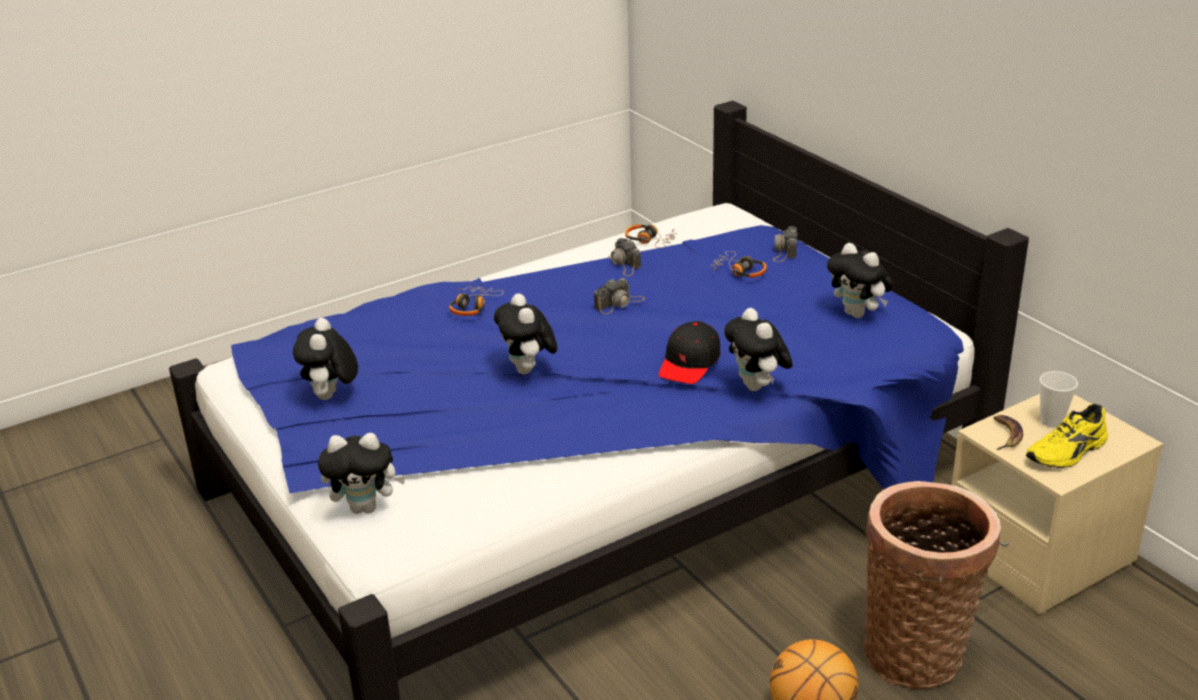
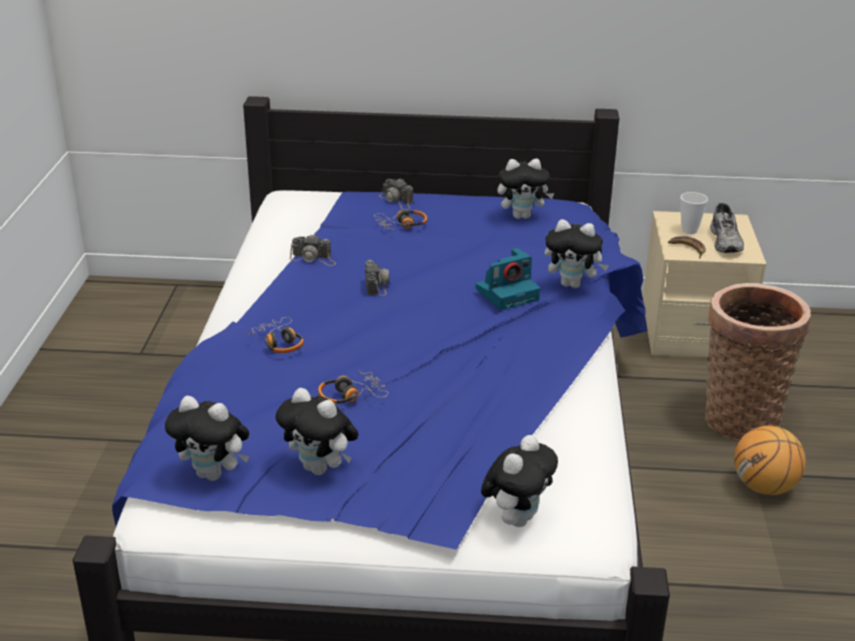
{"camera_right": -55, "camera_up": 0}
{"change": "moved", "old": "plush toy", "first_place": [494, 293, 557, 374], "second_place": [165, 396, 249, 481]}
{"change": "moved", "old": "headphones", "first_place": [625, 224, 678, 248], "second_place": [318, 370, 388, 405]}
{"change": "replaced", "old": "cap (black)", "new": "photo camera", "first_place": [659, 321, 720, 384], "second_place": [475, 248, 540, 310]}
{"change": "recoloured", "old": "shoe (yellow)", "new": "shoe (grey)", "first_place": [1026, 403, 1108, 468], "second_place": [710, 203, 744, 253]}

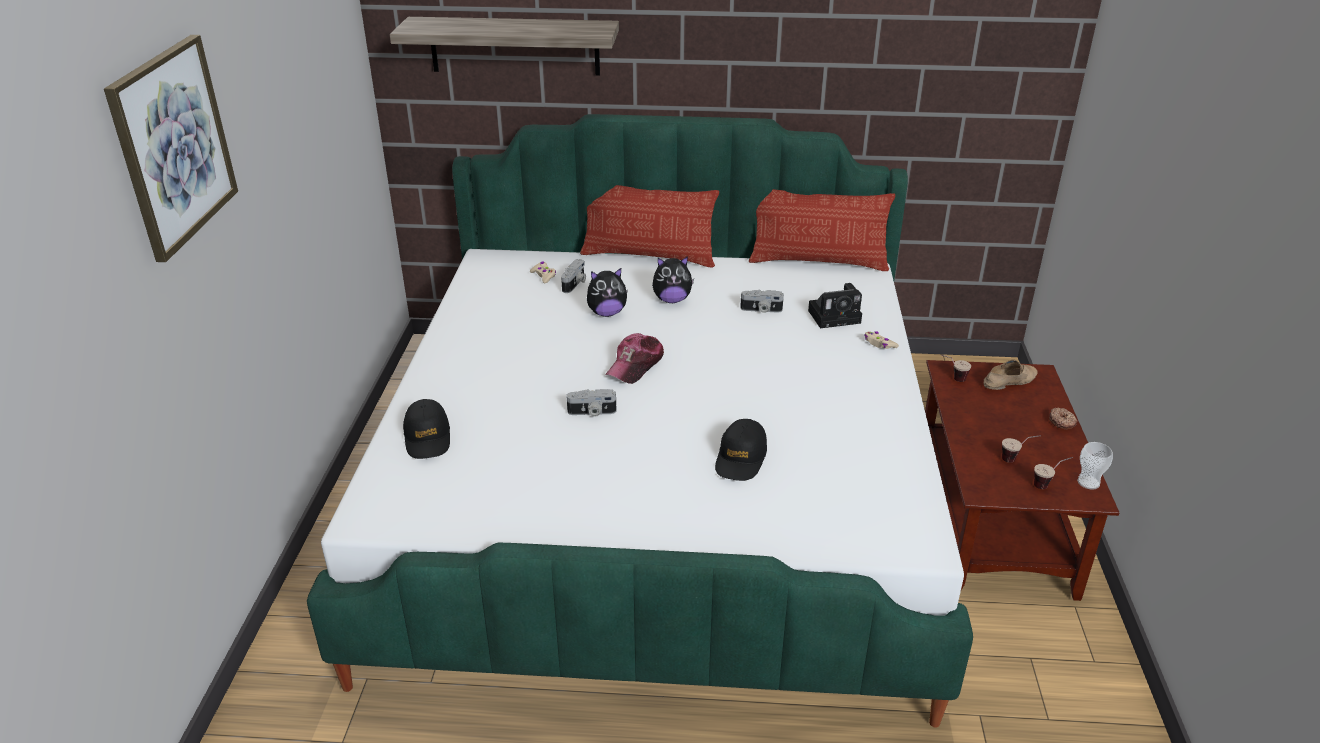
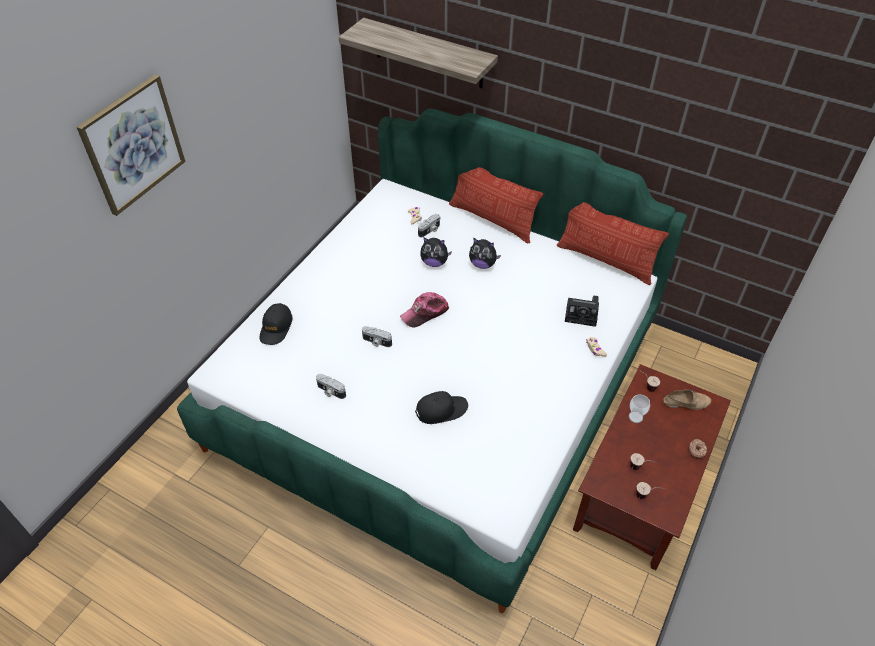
{"camera_right": 25, "camera_up": 15}
{"change": "turned", "old": "cap (black)", "first_place": [715, 419, 767, 481], "second_place": [415, 391, 468, 424], "degrees": -150}
{"change": "moved", "old": "photo camera", "first_place": [740, 290, 784, 313], "second_place": [316, 374, 346, 399]}
{"change": "moved", "old": "cup", "first_place": [1077, 442, 1113, 489], "second_place": [629, 394, 650, 423]}

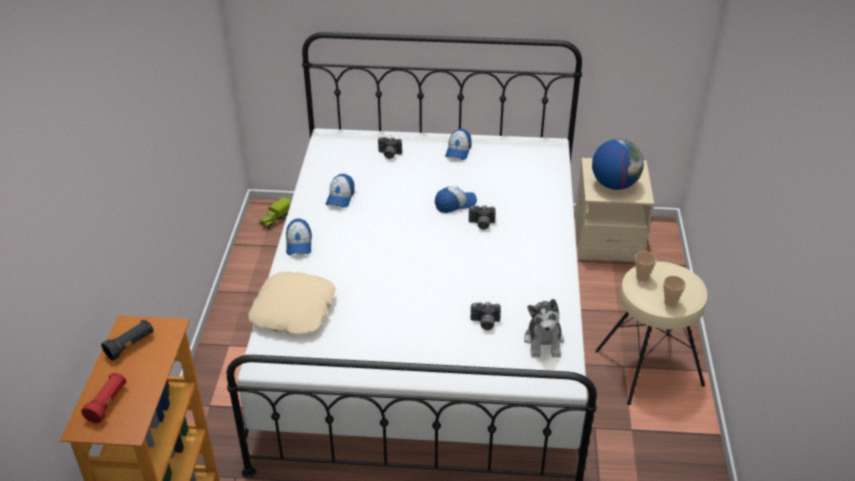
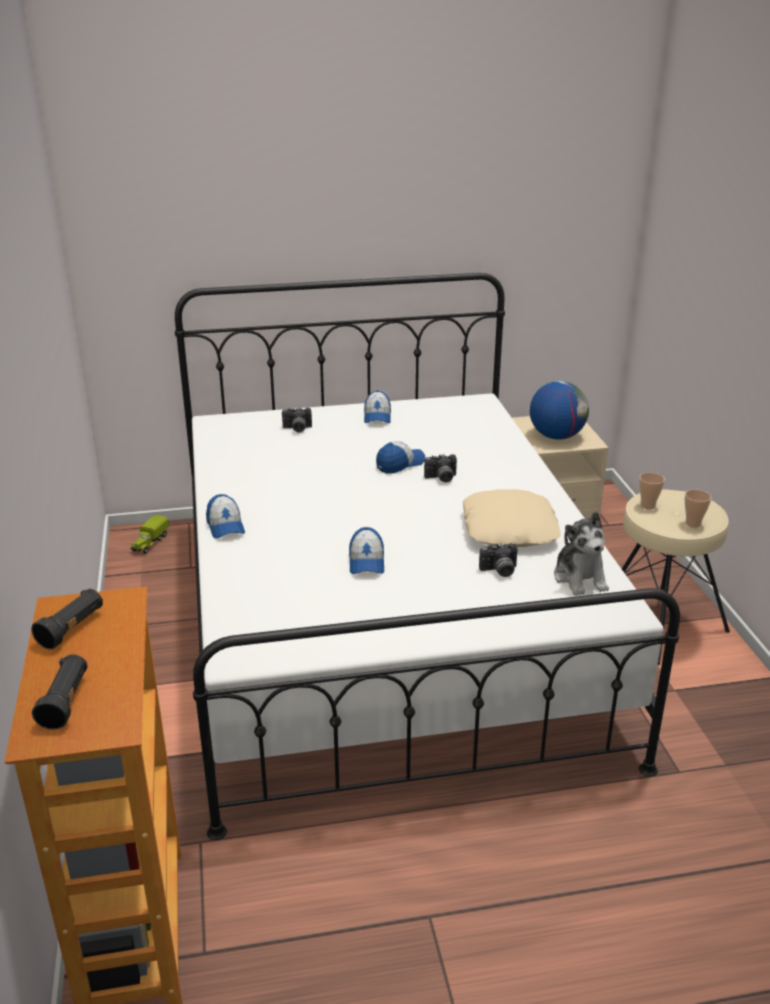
{"camera_right": -15, "camera_up": -10}
{"change": "recoloured", "old": "flashlight (red)", "new": "flashlight (black)", "first_place": [81, 373, 126, 424], "second_place": [32, 654, 87, 730]}
{"change": "moved", "old": "pillow (beige)", "first_place": [248, 272, 336, 334], "second_place": [463, 489, 561, 547]}
{"change": "moved", "old": "cap", "first_place": [326, 174, 355, 208], "second_place": [349, 527, 384, 574]}

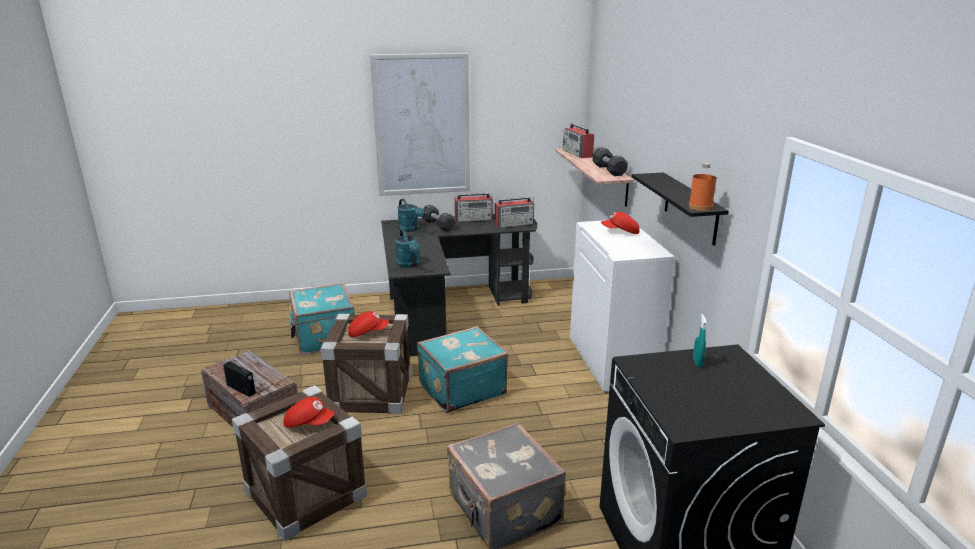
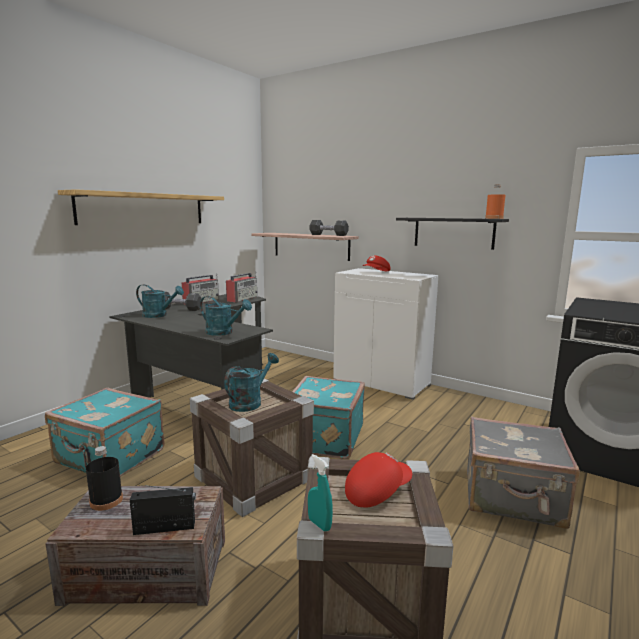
{"camera_right": -45, "camera_up": -10}
{"change": "replaced", "old": "cap (red)", "new": "watering can (turquoise)", "first_place": [348, 311, 389, 337], "second_place": [224, 353, 279, 412]}
{"change": "replaced", "old": "picture", "new": "shelf", "first_place": [370, 53, 470, 196], "second_place": [58, 189, 224, 225]}
{"change": "removed", "old": "radio", "first_place": [562, 123, 594, 158]}
{"change": "moved", "old": "spray bottle (turquoise)", "first_place": [693, 314, 707, 367], "second_place": [308, 454, 333, 532]}
{"change": "added", "new": "bottle (black)", "second_place": [86, 446, 123, 511]}

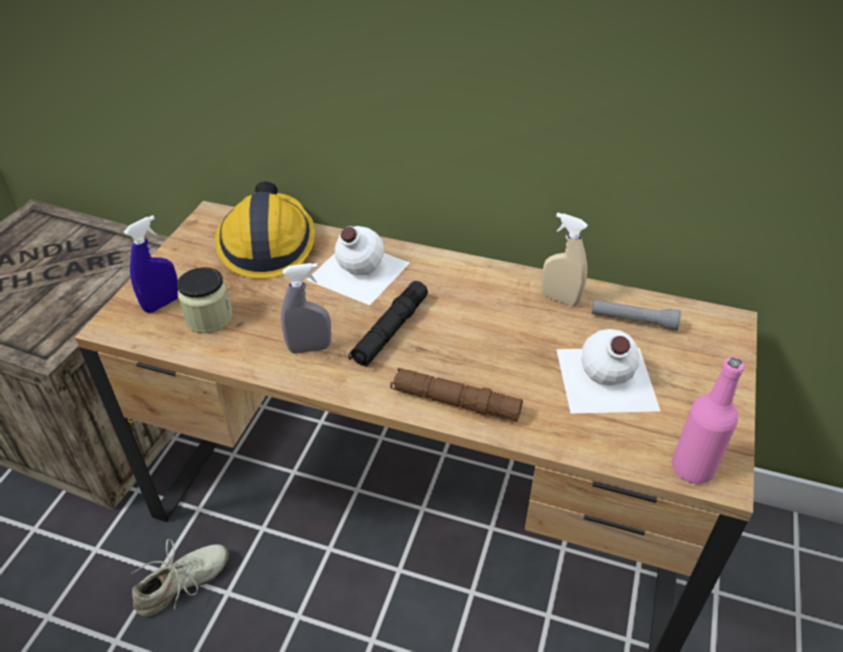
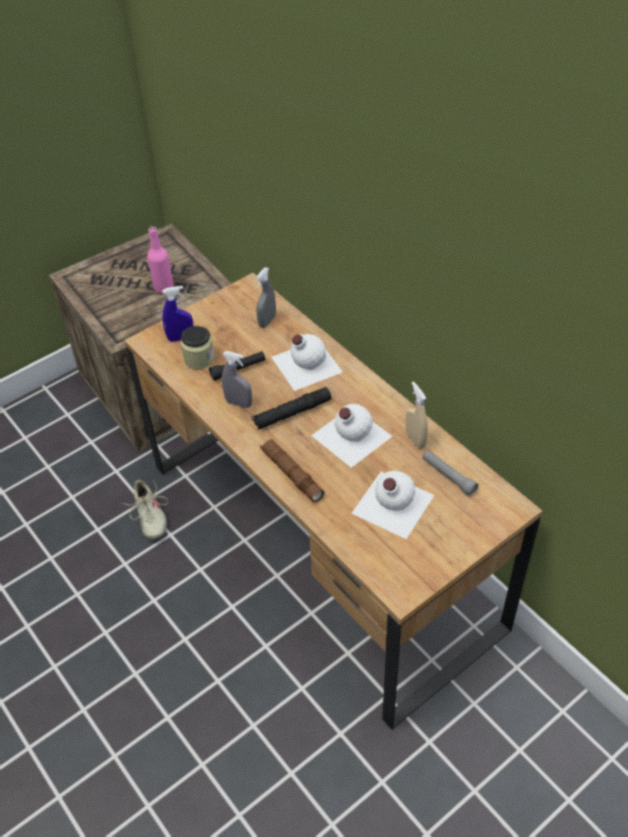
{"camera_right": 35, "camera_up": 5}
{"change": "turned", "old": "shoe (beige)", "first_place": [131, 539, 229, 617], "second_place": [122, 480, 168, 540], "degrees": 75}
{"change": "replaced", "old": "hard hat", "new": "spray bottle (grey)", "first_place": [215, 182, 315, 279], "second_place": [256, 267, 276, 328]}
{"change": "moved", "old": "bottle (pink)", "first_place": [672, 357, 745, 484], "second_place": [147, 226, 174, 293]}
{"change": "added", "new": "flashlight (black)", "second_place": [209, 351, 265, 381]}
{"change": "added", "new": "bottle (white)", "second_place": [311, 404, 392, 468]}

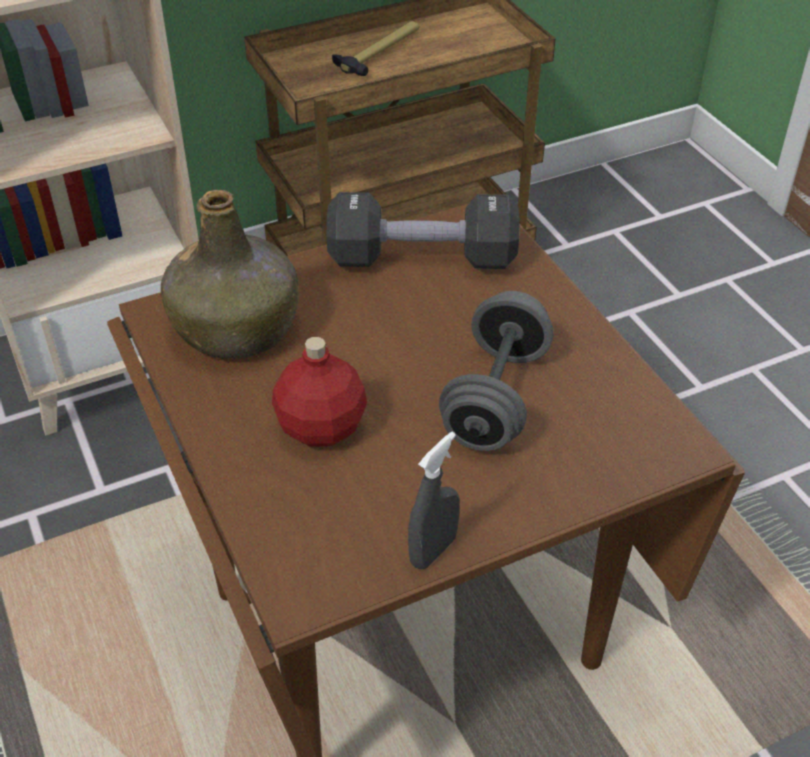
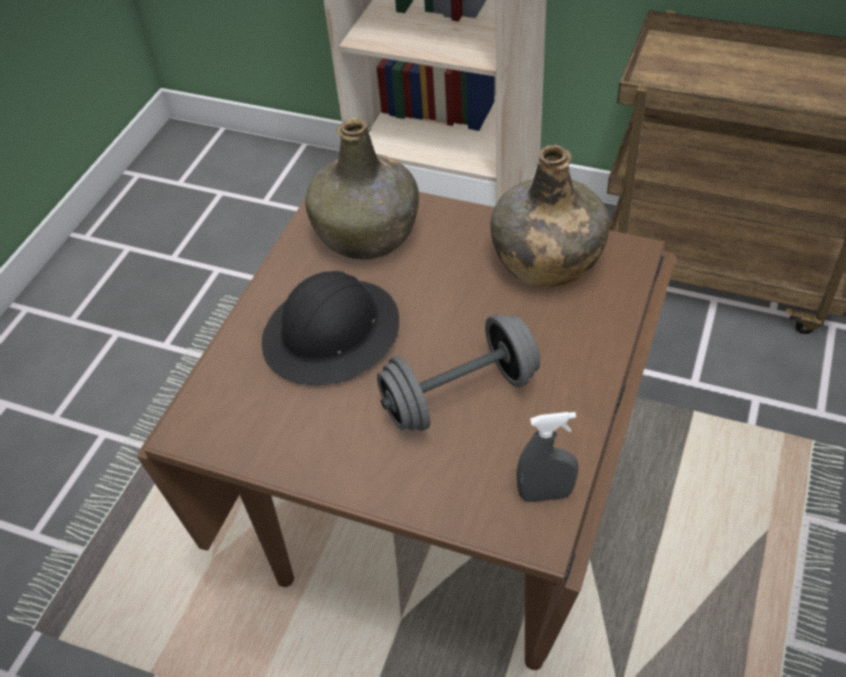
{"camera_right": 50, "camera_up": 5}
{"change": "replaced", "old": "bottle (red)", "new": "hard hat (black)", "first_place": [272, 337, 367, 447], "second_place": [262, 271, 399, 385]}
{"change": "replaced", "old": "dumbbell (black)", "new": "bottle (green)", "first_place": [326, 192, 520, 269], "second_place": [490, 145, 610, 287]}
{"change": "removed", "old": "hammer", "first_place": [332, 21, 419, 76]}
{"change": "moved", "old": "spray bottle (grey)", "first_place": [408, 432, 460, 569], "second_place": [516, 412, 579, 502]}

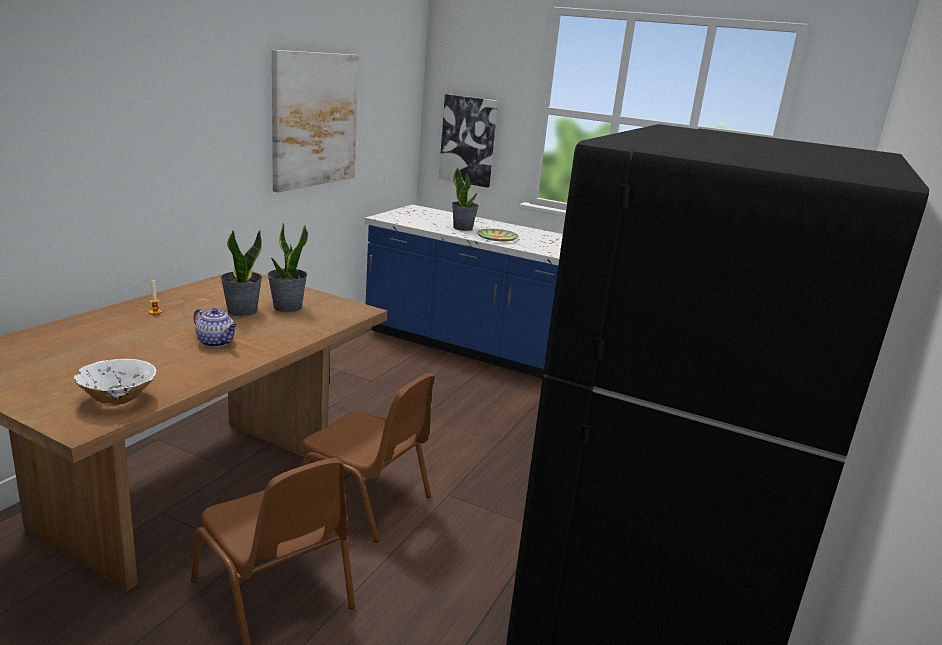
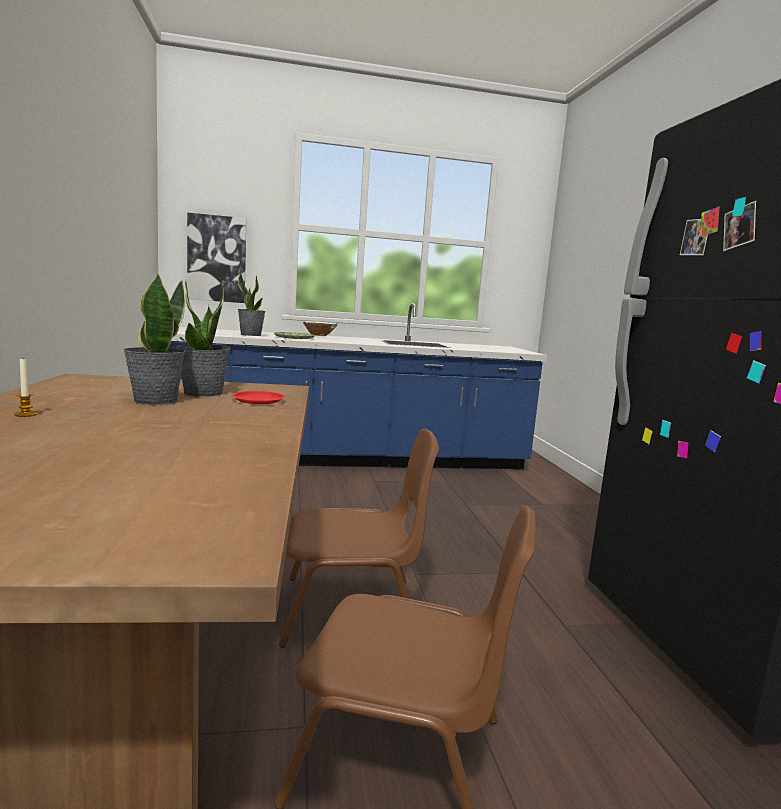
{"camera_right": -35, "camera_up": -10}
{"change": "moved", "old": "bowl (white)", "first_place": [74, 359, 157, 405], "second_place": [303, 321, 338, 336]}
{"change": "removed", "old": "teapot", "first_place": [194, 308, 237, 347]}
{"change": "removed", "old": "picture", "first_place": [272, 50, 359, 192]}
{"change": "added", "new": "plate (red)", "second_place": [231, 391, 286, 404]}

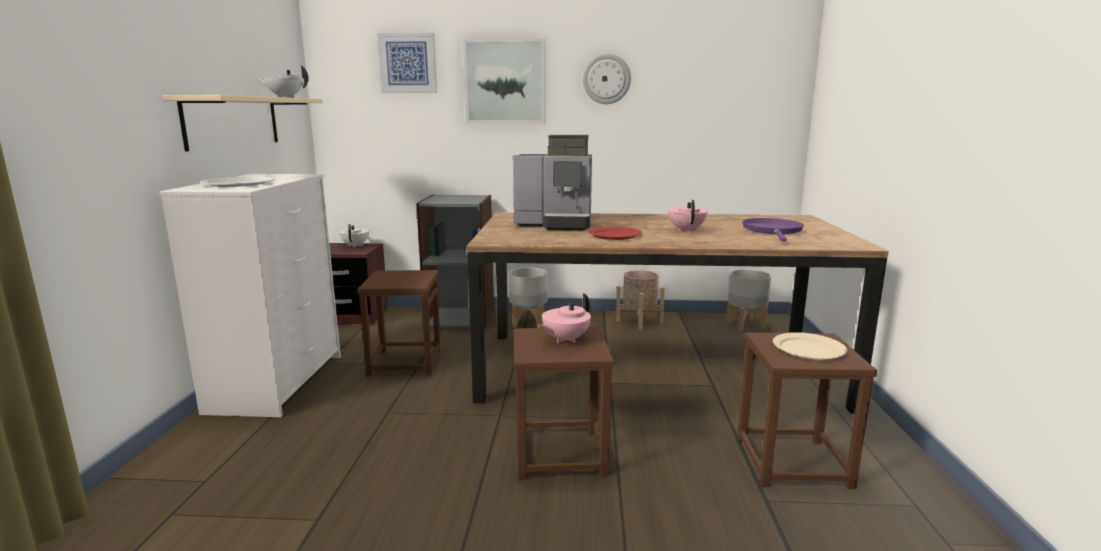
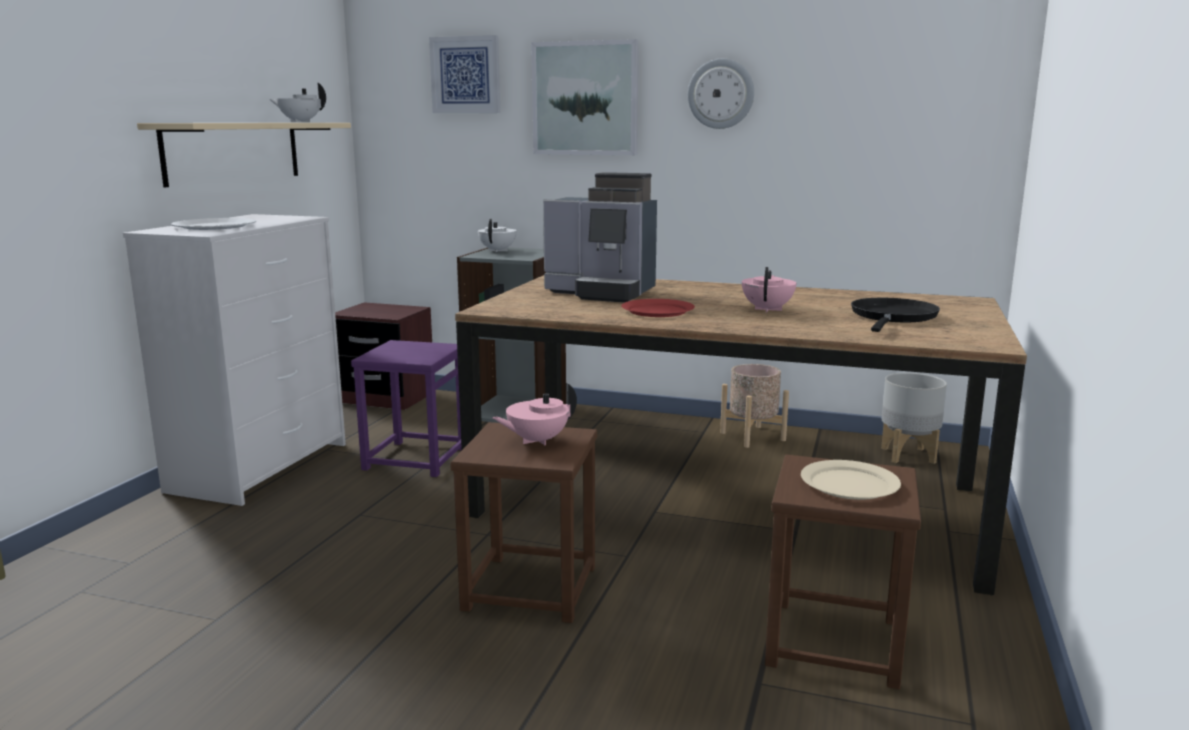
{"camera_right": 15, "camera_up": 0}
{"change": "moved", "old": "teapot (white)", "first_place": [339, 224, 369, 247], "second_place": [478, 219, 517, 252]}
{"change": "recoloured", "old": "stool (brown)", "new": "stool (purple)", "first_place": [357, 270, 441, 376], "second_place": [351, 340, 462, 477]}
{"change": "removed", "old": "planter (grey)", "first_place": [509, 268, 548, 328]}
{"change": "recoloured", "old": "frying pan (purple)", "new": "frying pan (black)", "first_place": [742, 218, 804, 241], "second_place": [851, 298, 940, 332]}

